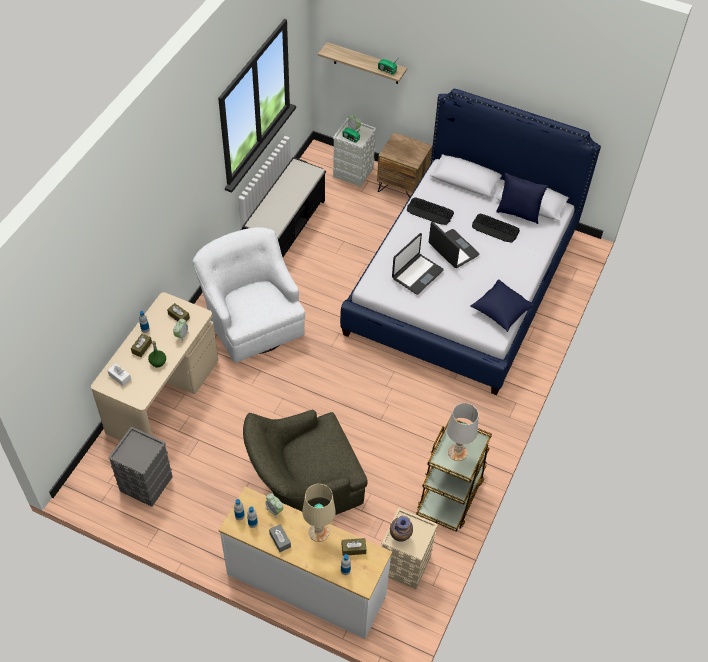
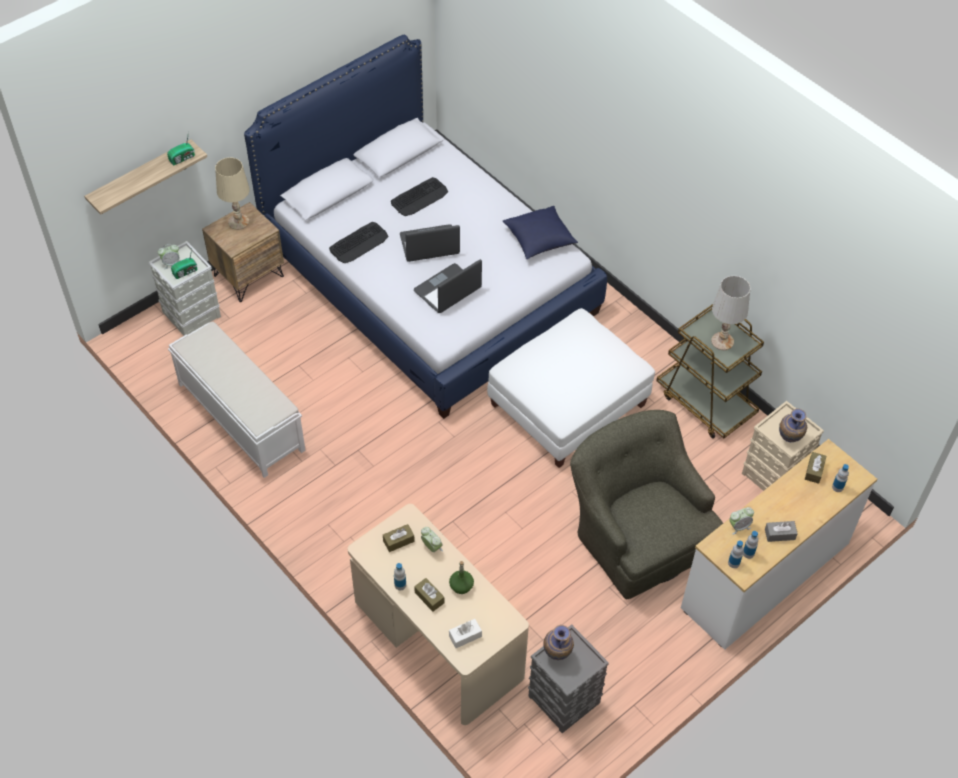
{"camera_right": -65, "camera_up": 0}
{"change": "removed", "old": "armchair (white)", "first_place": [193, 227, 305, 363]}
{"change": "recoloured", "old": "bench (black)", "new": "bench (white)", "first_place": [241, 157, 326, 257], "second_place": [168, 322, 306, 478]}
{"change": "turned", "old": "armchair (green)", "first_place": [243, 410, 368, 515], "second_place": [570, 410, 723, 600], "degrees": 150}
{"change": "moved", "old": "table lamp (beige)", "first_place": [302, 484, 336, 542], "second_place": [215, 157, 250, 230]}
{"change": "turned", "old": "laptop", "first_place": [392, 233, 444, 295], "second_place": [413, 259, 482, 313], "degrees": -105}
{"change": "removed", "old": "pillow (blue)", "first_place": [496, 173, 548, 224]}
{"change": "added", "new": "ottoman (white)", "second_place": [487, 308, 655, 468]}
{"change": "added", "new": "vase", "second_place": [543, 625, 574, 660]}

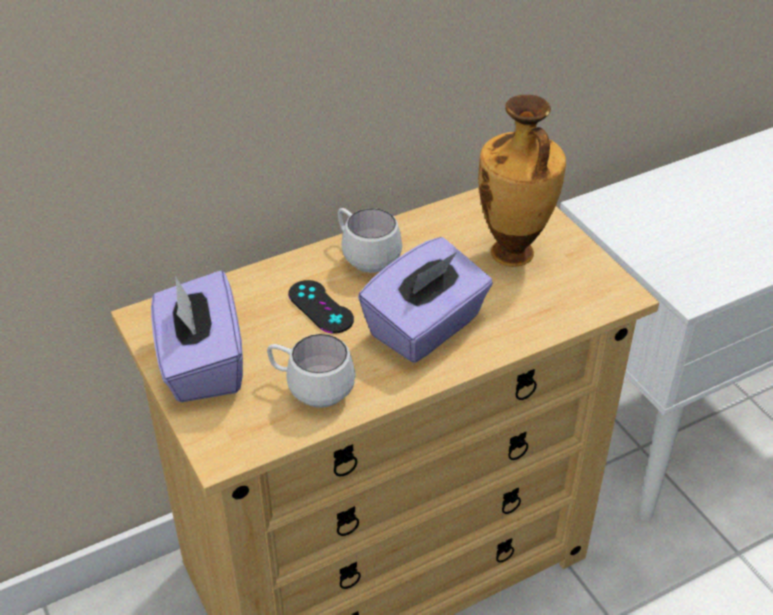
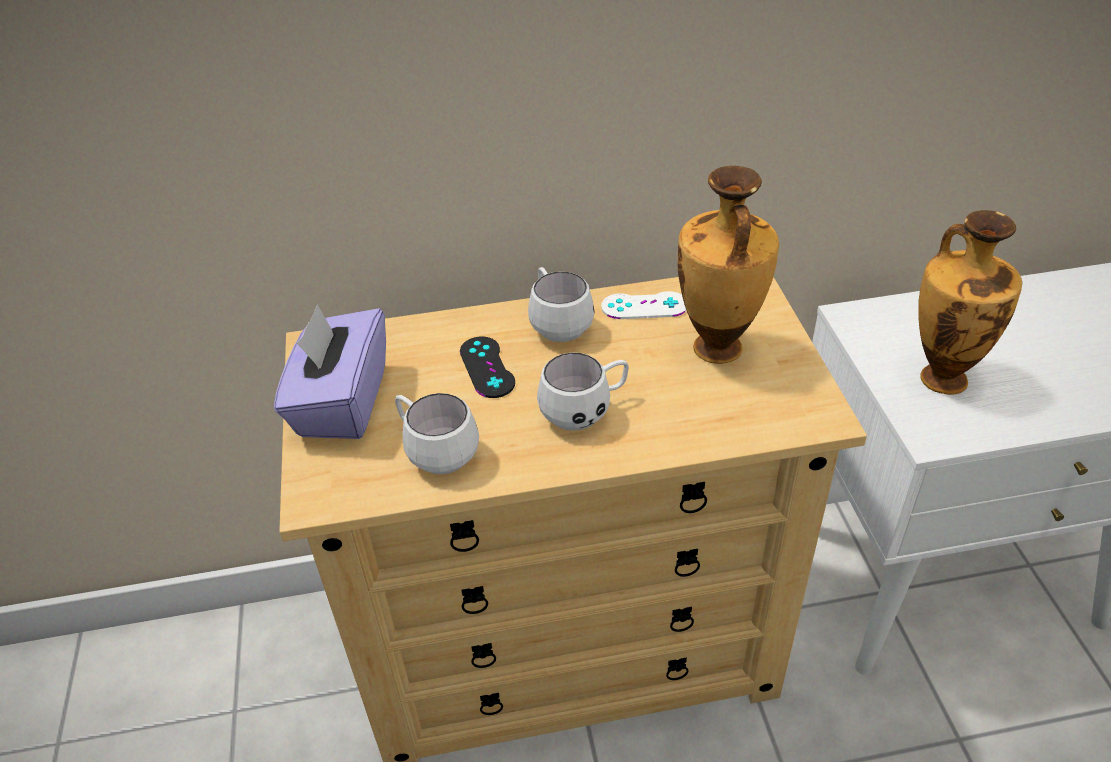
{"camera_right": 20, "camera_up": 0}
{"change": "replaced", "old": "tissue box (purple)", "new": "mug (white)", "first_place": [358, 237, 493, 363], "second_place": [537, 353, 629, 431]}
{"change": "added", "new": "game controller (white)", "second_place": [601, 291, 687, 319]}
{"change": "added", "new": "vase", "second_place": [918, 210, 1022, 395]}

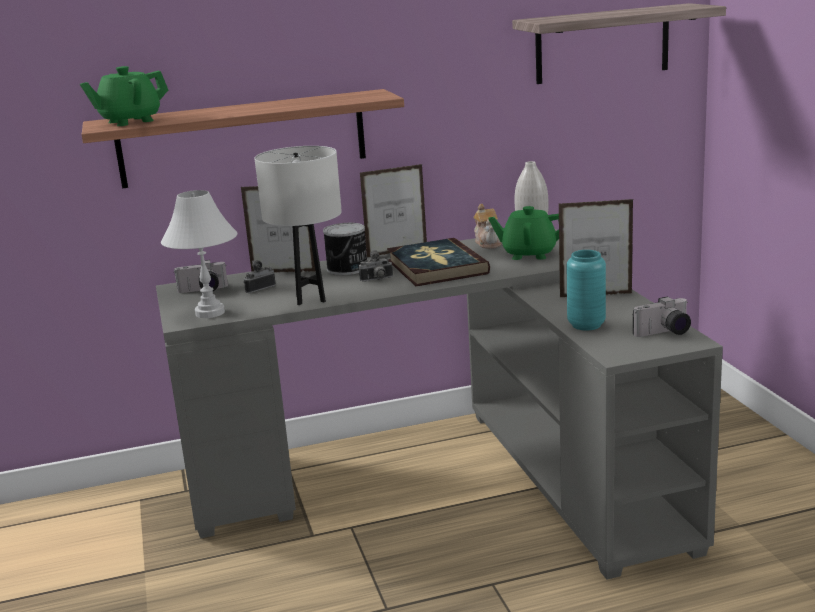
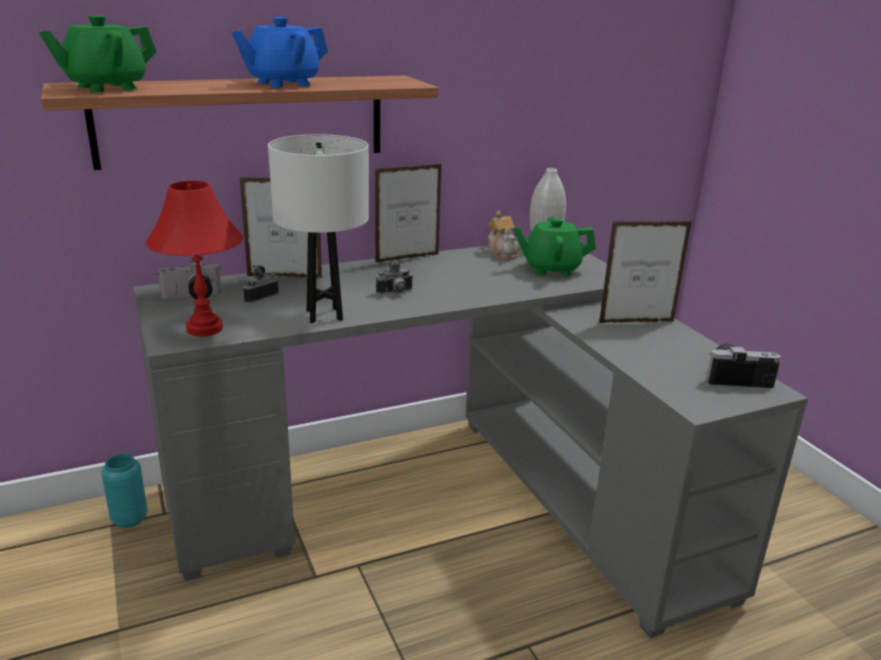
{"camera_right": -10, "camera_up": 5}
{"change": "recoloured", "old": "table lamp (white)", "new": "table lamp (red)", "first_place": [161, 190, 237, 318], "second_place": [146, 181, 243, 337]}
{"change": "removed", "old": "can", "first_place": [323, 223, 367, 275]}
{"change": "removed", "old": "book", "first_place": [387, 238, 490, 286]}
{"change": "removed", "old": "shelf", "first_place": [512, 3, 726, 84]}
{"change": "moved", "old": "vase (turquoise)", "first_place": [567, 250, 606, 330], "second_place": [101, 454, 147, 528]}
{"change": "turned", "old": "photo camera", "first_place": [633, 296, 691, 337], "second_place": [706, 344, 781, 388], "degrees": -150}
{"change": "added", "new": "teapot (blue)", "second_place": [232, 17, 328, 88]}

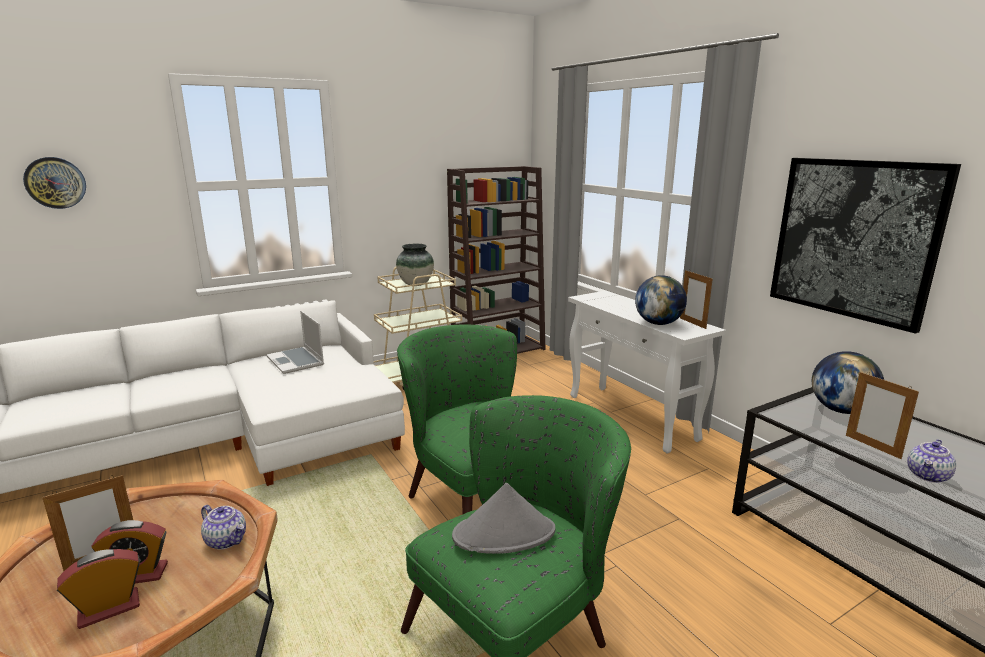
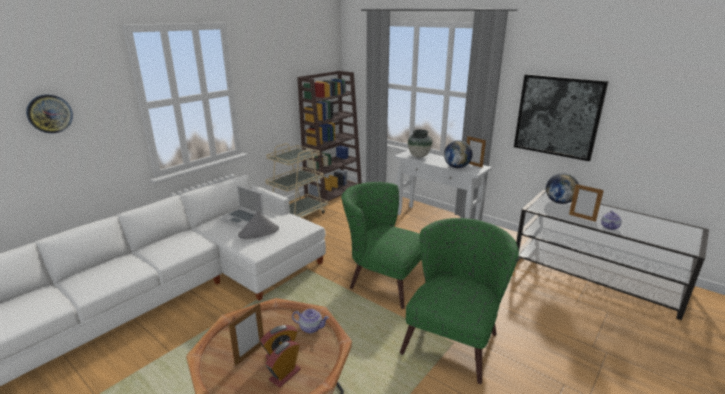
{"camera_right": -20, "camera_up": 5}
{"change": "moved", "old": "vase", "first_place": [396, 244, 434, 286], "second_place": [408, 129, 432, 157]}
{"change": "moved", "old": "hat (grey)", "first_place": [452, 483, 556, 554], "second_place": [238, 211, 279, 239]}

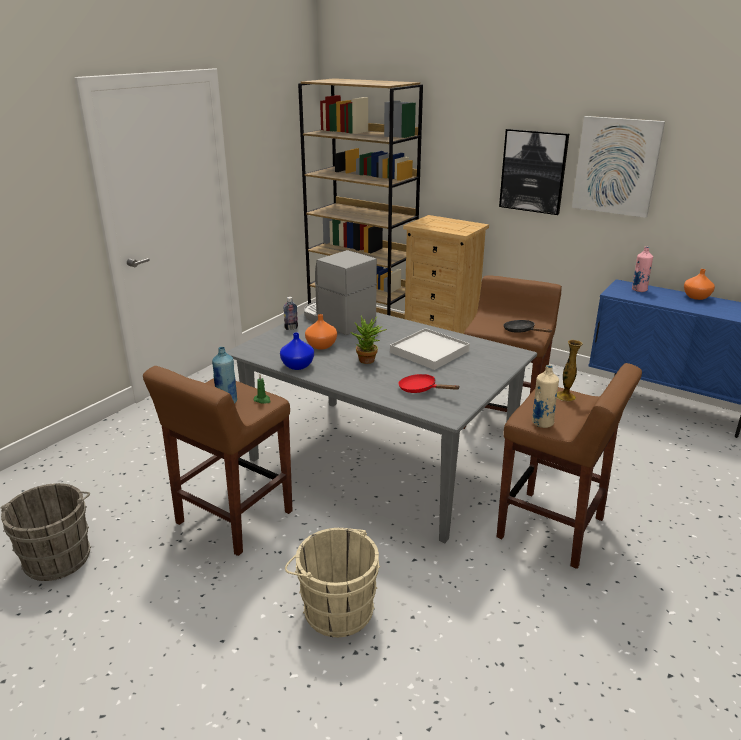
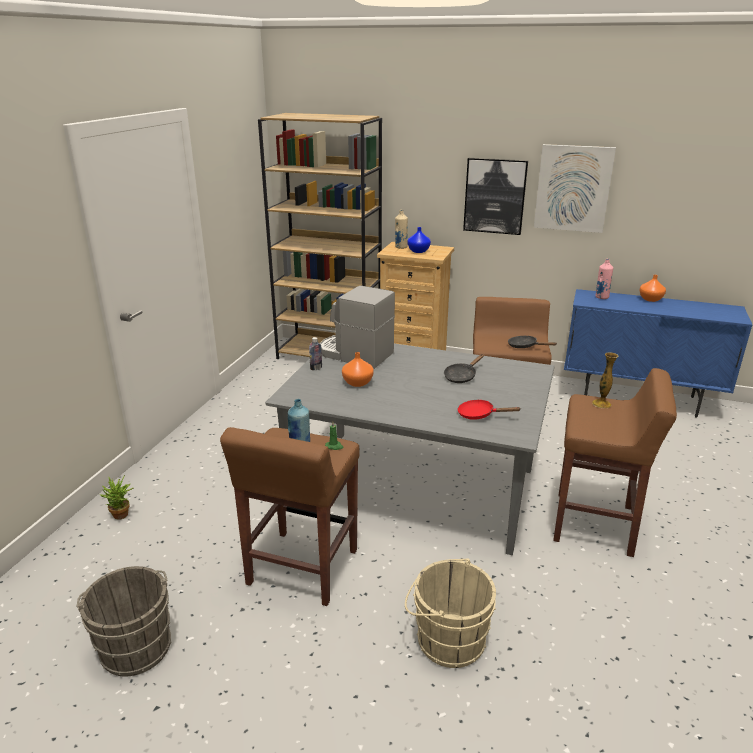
{"camera_right": -15, "camera_up": 0}
{"change": "moved", "old": "vase (blue)", "first_place": [280, 332, 314, 370], "second_place": [407, 227, 431, 253]}
{"change": "moved", "old": "potted plant", "first_place": [351, 315, 387, 364], "second_place": [100, 475, 133, 520]}
{"change": "replaced", "old": "tray (white)", "new": "frying pan (black)", "first_place": [390, 328, 470, 370], "second_place": [444, 354, 484, 383]}
{"change": "moved", "old": "bottle (beige)", "first_place": [532, 365, 559, 428], "second_place": [395, 210, 408, 249]}

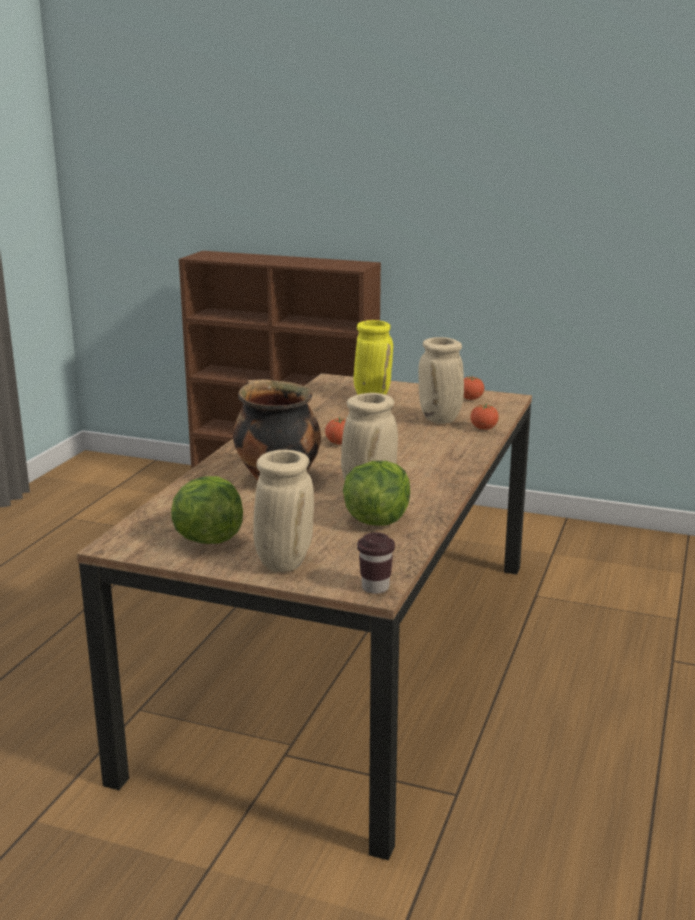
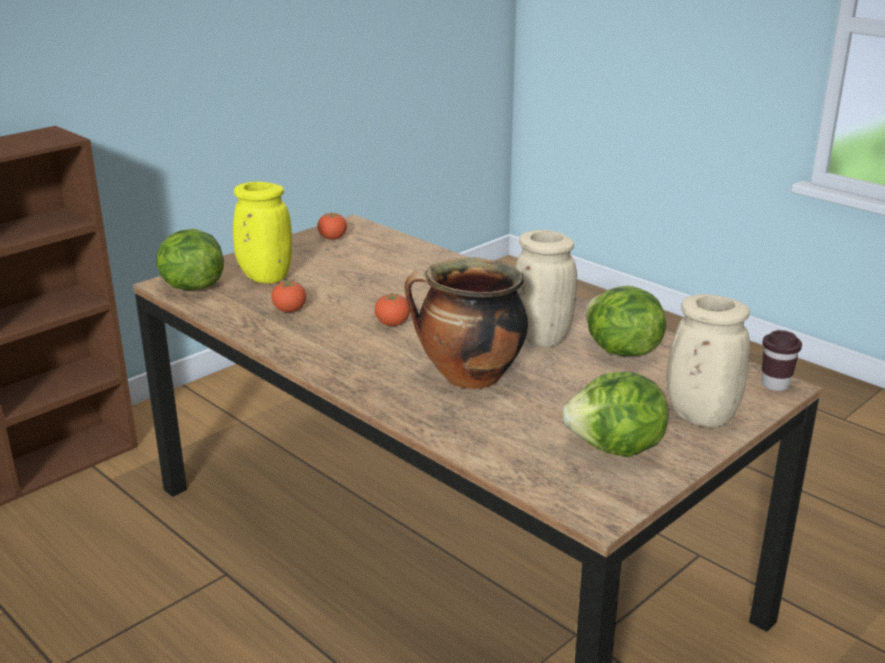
{"camera_right": -65, "camera_up": 5}
{"change": "removed", "old": "vase (beige)", "first_place": [418, 337, 464, 424]}
{"change": "moved", "old": "tomato", "first_place": [470, 403, 499, 430], "second_place": [271, 280, 306, 312]}
{"change": "added", "new": "lettuce", "second_place": [156, 229, 224, 290]}

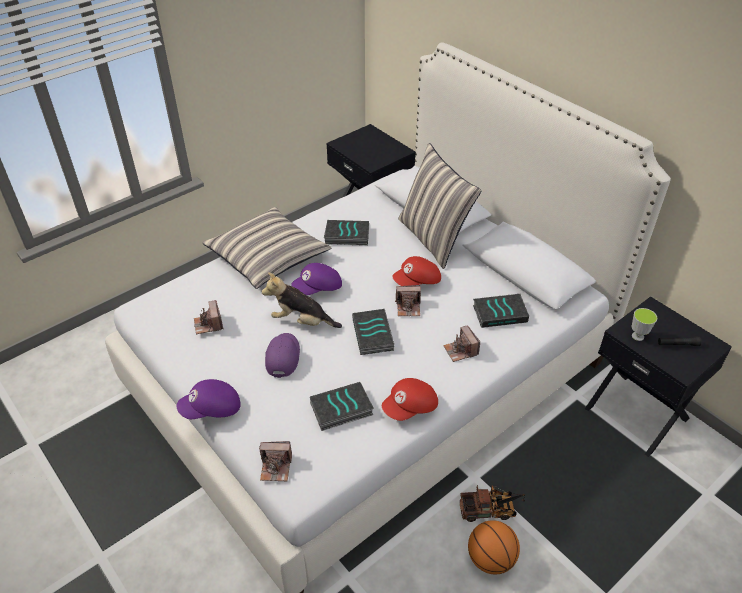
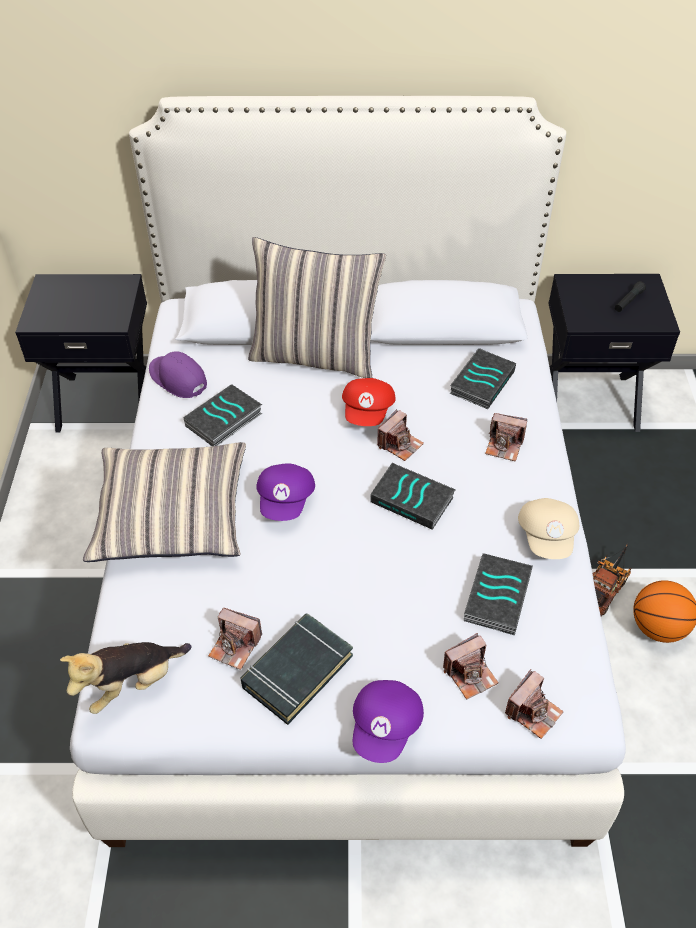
{"camera_right": -50, "camera_up": 5}
{"change": "moved", "old": "plush toy", "first_place": [262, 272, 342, 328], "second_place": [60, 642, 191, 714]}
{"change": "moved", "old": "cap (purple)", "first_place": [265, 333, 300, 378], "second_place": [149, 351, 207, 398]}
{"change": "recoloured", "old": "cap (red)", "new": "cap (beige)", "first_place": [382, 378, 438, 421], "second_place": [518, 498, 579, 559]}
{"change": "removed", "old": "cup", "first_place": [632, 308, 657, 341]}
{"change": "added", "new": "book (black)", "second_place": [241, 613, 353, 725]}
{"change": "added", "new": "photo camera", "second_place": [443, 633, 498, 700]}

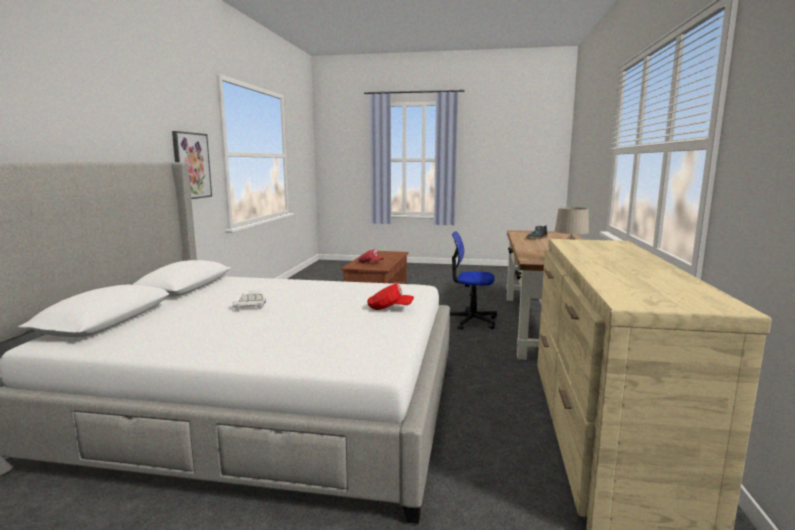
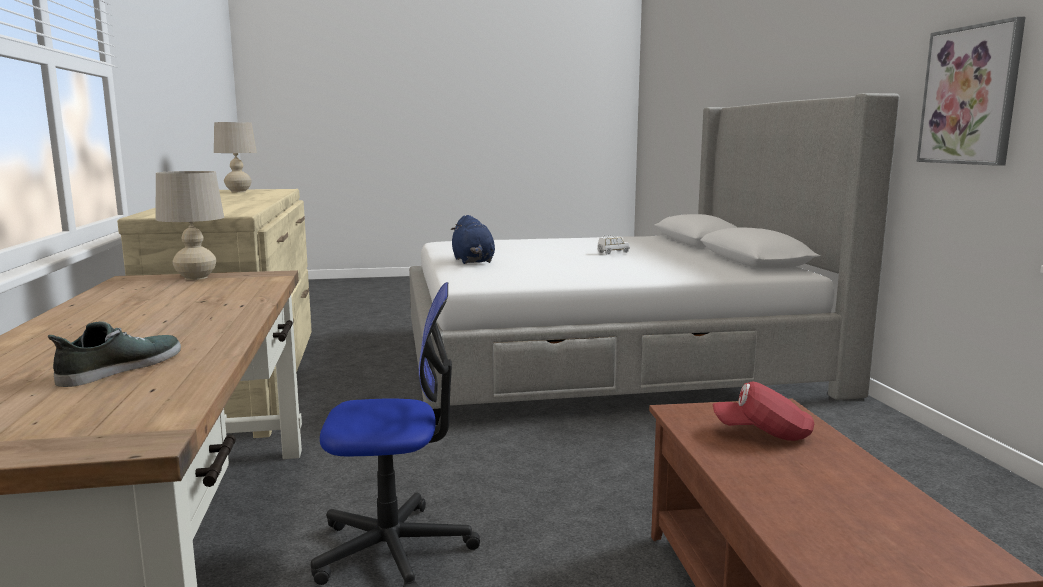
{"camera_right": 160, "camera_up": 0}
{"change": "replaced", "old": "cap (red)", "new": "plush toy (blue)", "first_place": [367, 284, 414, 310], "second_place": [451, 215, 495, 264]}
{"change": "added", "new": "table lamp (beige)", "second_place": [214, 122, 257, 192]}

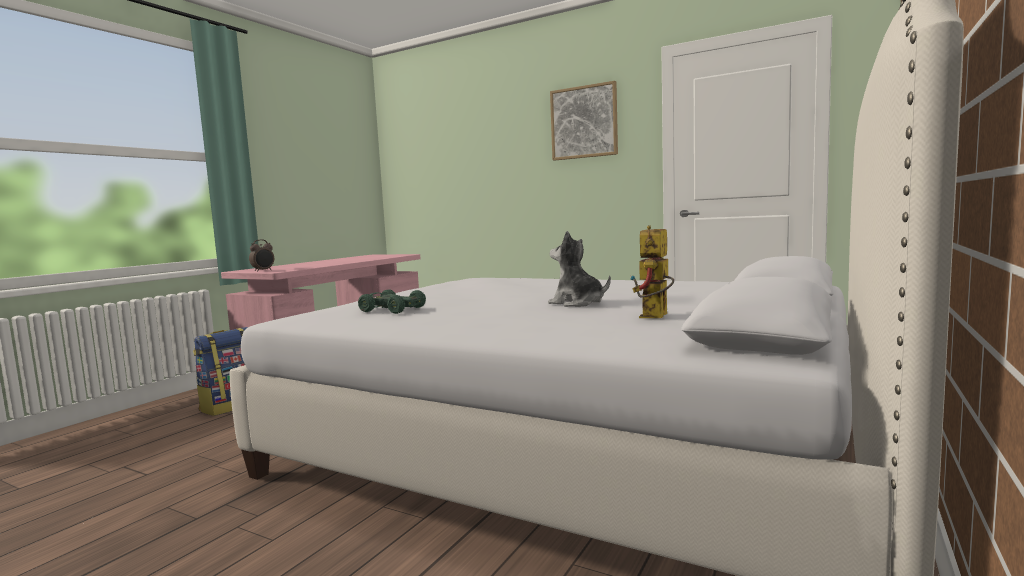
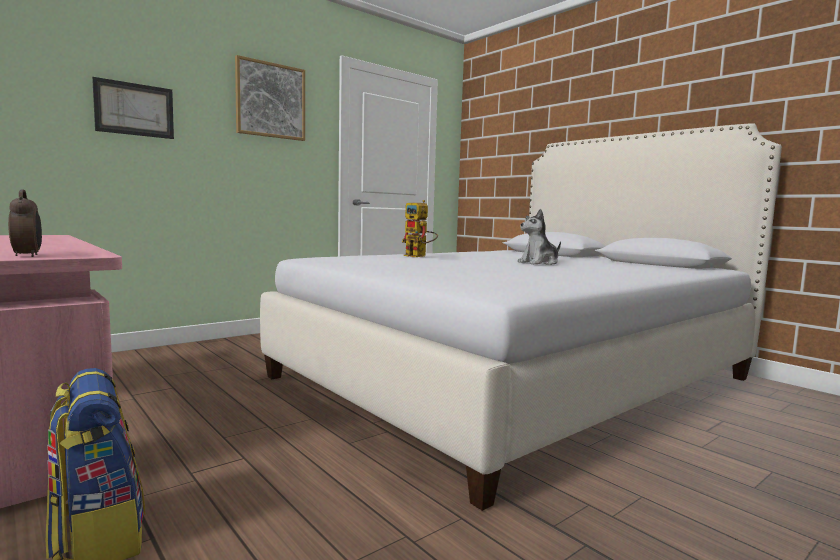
{"camera_right": -70, "camera_up": 0}
{"change": "removed", "old": "toy car (green)", "first_place": [358, 289, 426, 314]}
{"change": "moved", "old": "toy robot", "first_place": [630, 225, 674, 318], "second_place": [402, 200, 438, 257]}
{"change": "added", "new": "picture", "second_place": [92, 77, 174, 139]}

